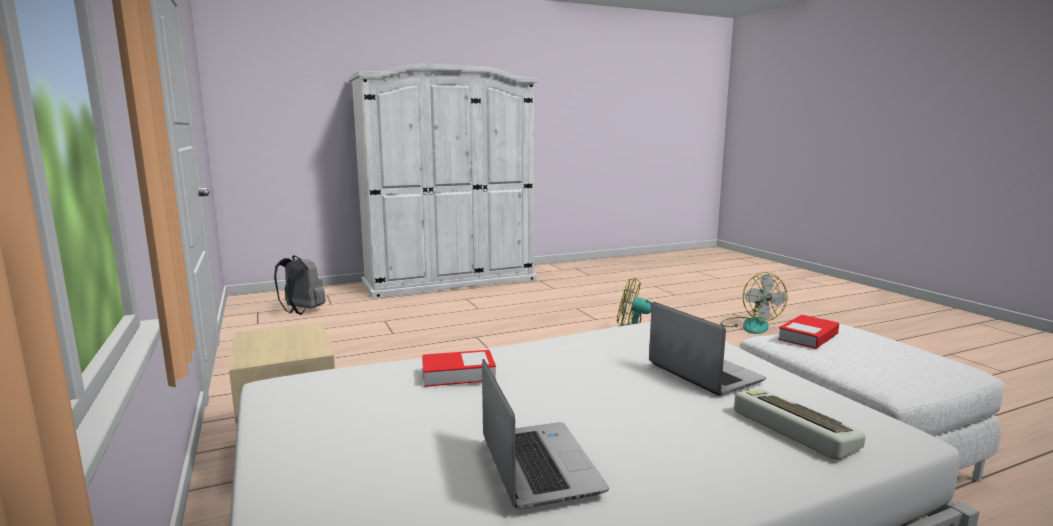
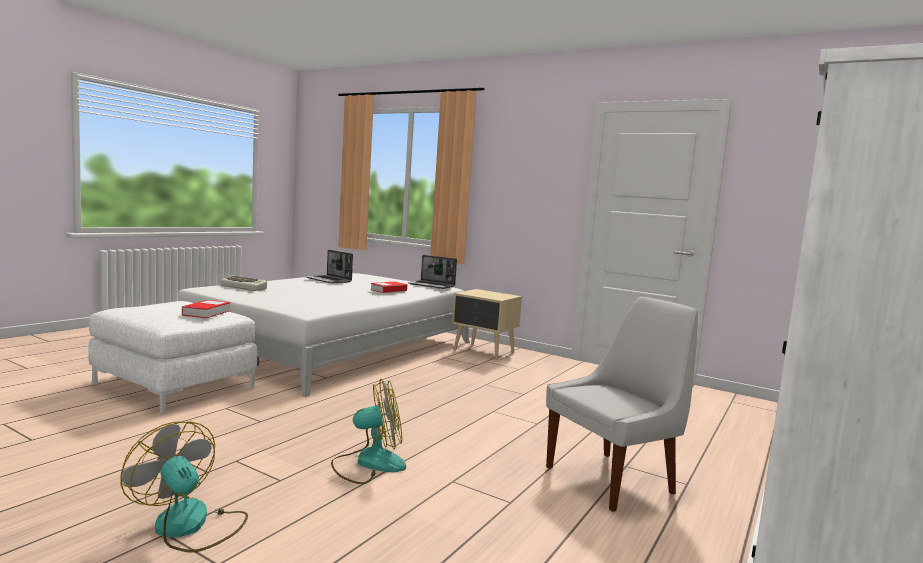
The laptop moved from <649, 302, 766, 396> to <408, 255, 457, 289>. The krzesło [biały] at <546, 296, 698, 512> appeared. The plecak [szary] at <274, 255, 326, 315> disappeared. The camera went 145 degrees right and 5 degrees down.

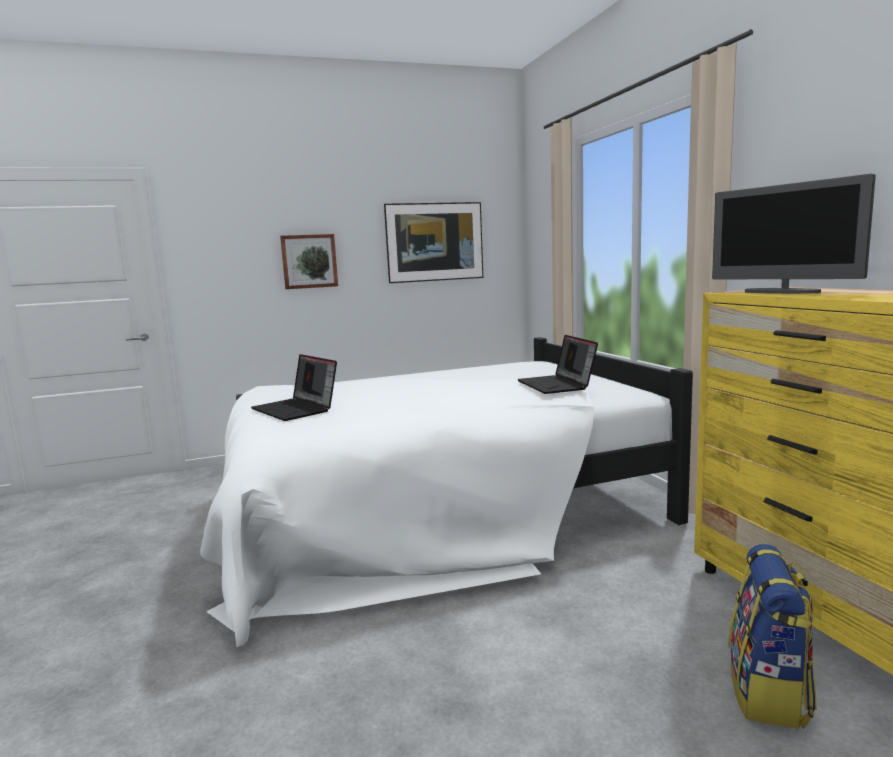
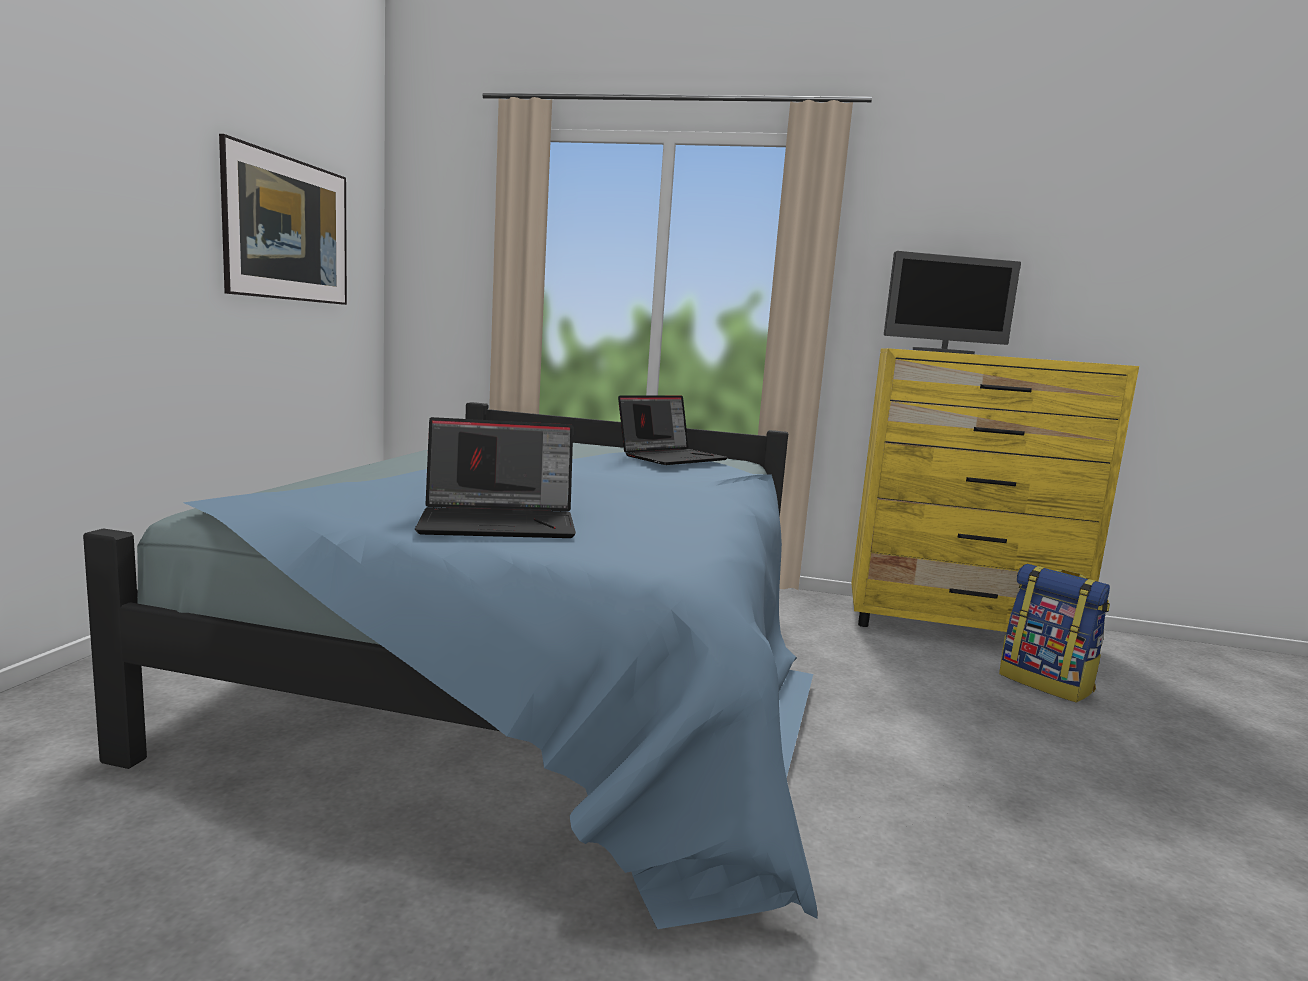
The łóżko [biały] at <200, 337, 693, 648> became the łóżko [niebieski] at <83, 402, 818, 929>. The laptop at <517, 335, 598, 394> turned 60 degrees counterclockwise. The obraz at <280, 234, 338, 289> disappeared. The camera went 60 degrees left and 0 degrees up.

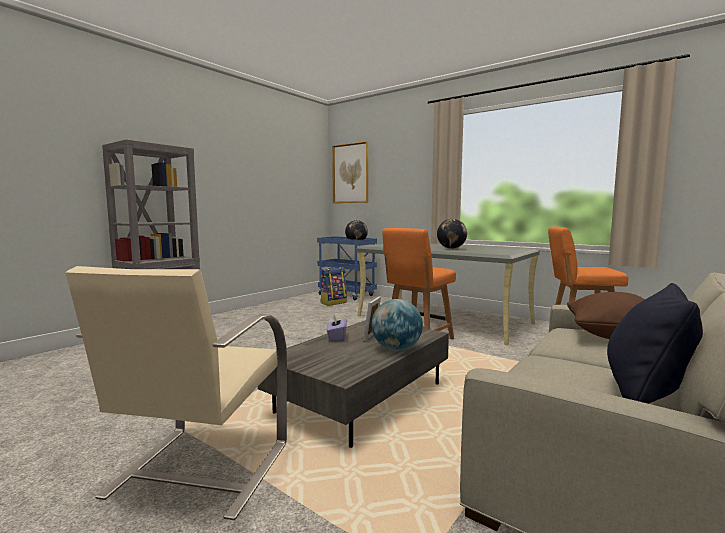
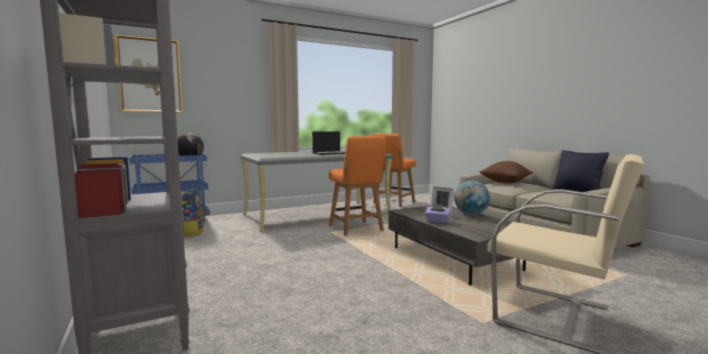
The globus at <437, 219, 467, 249> was replaced by the laptop at <312, 131, 345, 155>. The camera went 65 degrees left and 0 degrees up.

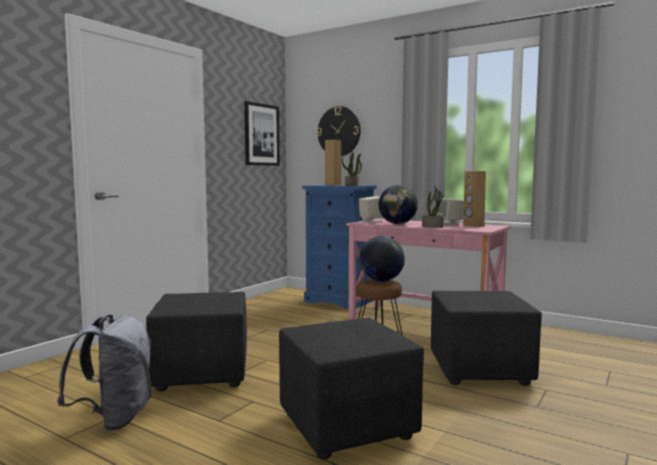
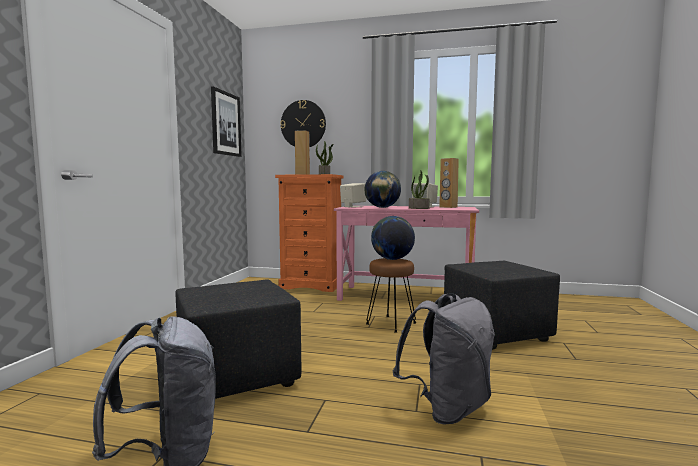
The komoda [niebieski] at <302, 185, 377, 309> became the komoda [pomarańczowy] at <275, 174, 344, 292>. The pufa [czarny] at <279, 318, 424, 459> was replaced by the plecak [szary] at <393, 293, 495, 425>. The camera went 20 degrees left and 0 degrees up.

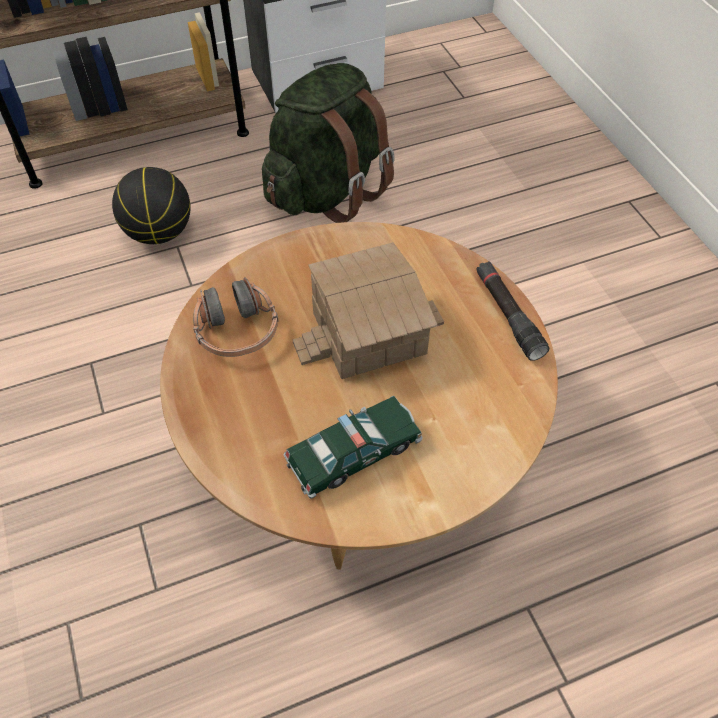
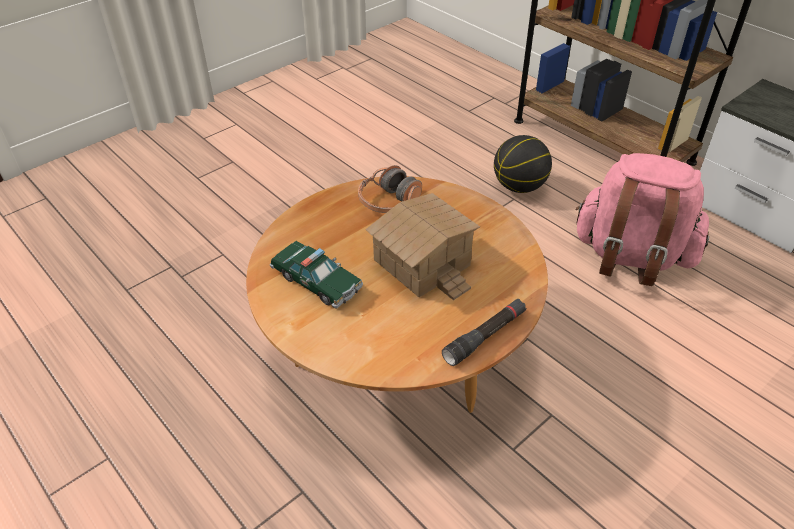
The plecak [zielony] at <262, 63, 395, 223> became the plecak [różowy] at <576, 153, 709, 286>. The camera went 70 degrees right and 10 degrees down.

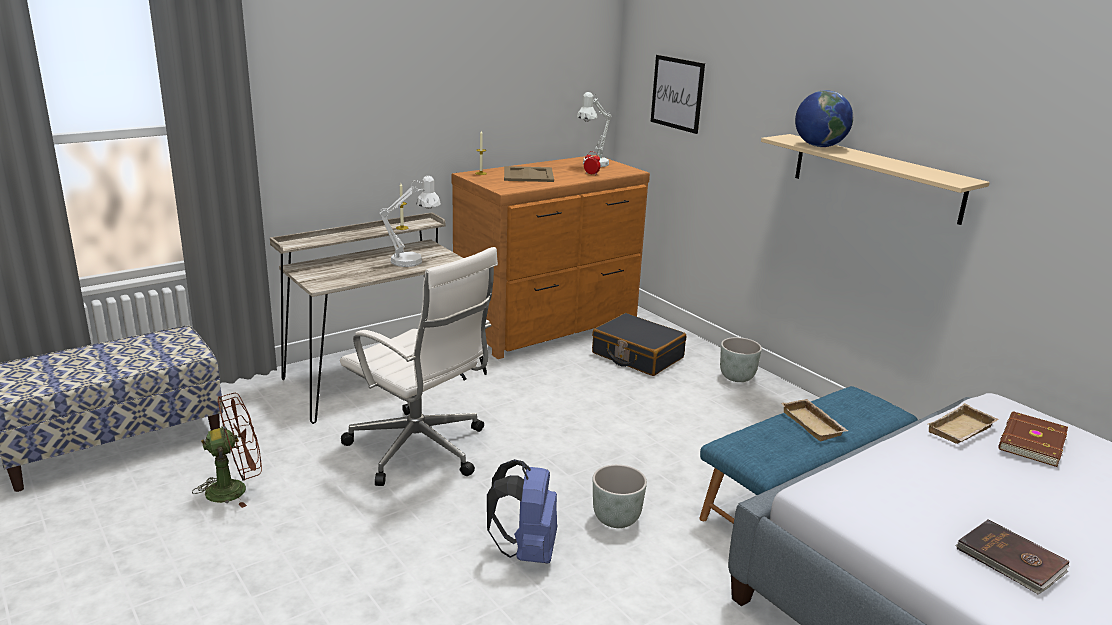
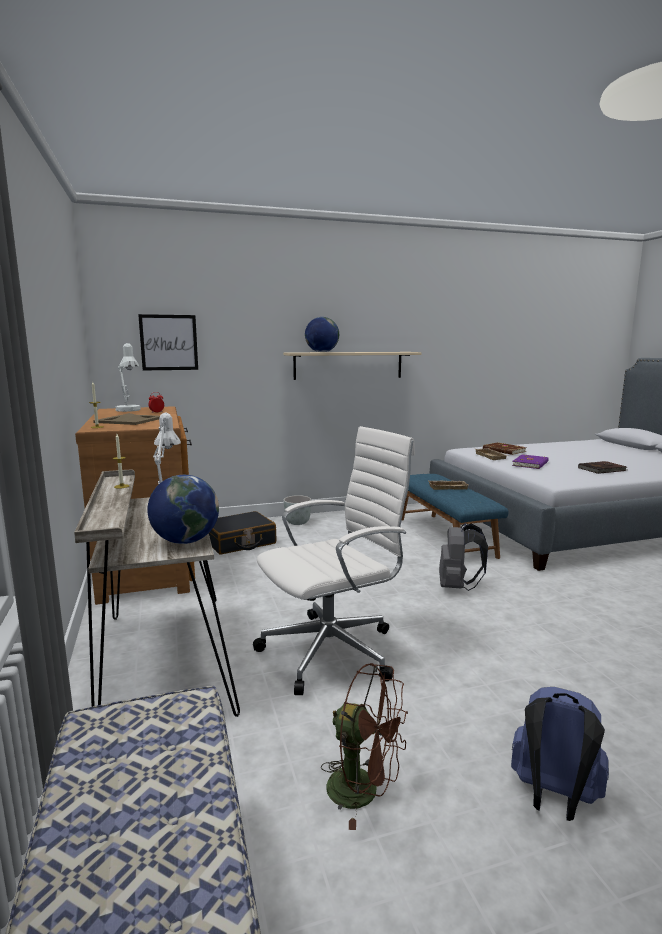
The globus at <147, 475, 219, 544> appeared. The wentylator [brązowy] at <192, 393, 262, 508> turned 120 degrees clockwise. The donica [szary] at <593, 464, 647, 528> was replaced by the plecak [szary] at <439, 523, 488, 591>. The plecak [niebieski] moved from <487, 459, 557, 563> to <511, 687, 609, 821>. The książka [fioletowy] at <512, 454, 549, 469> appeared. The camera went 70 degrees left and 10 degrees down.

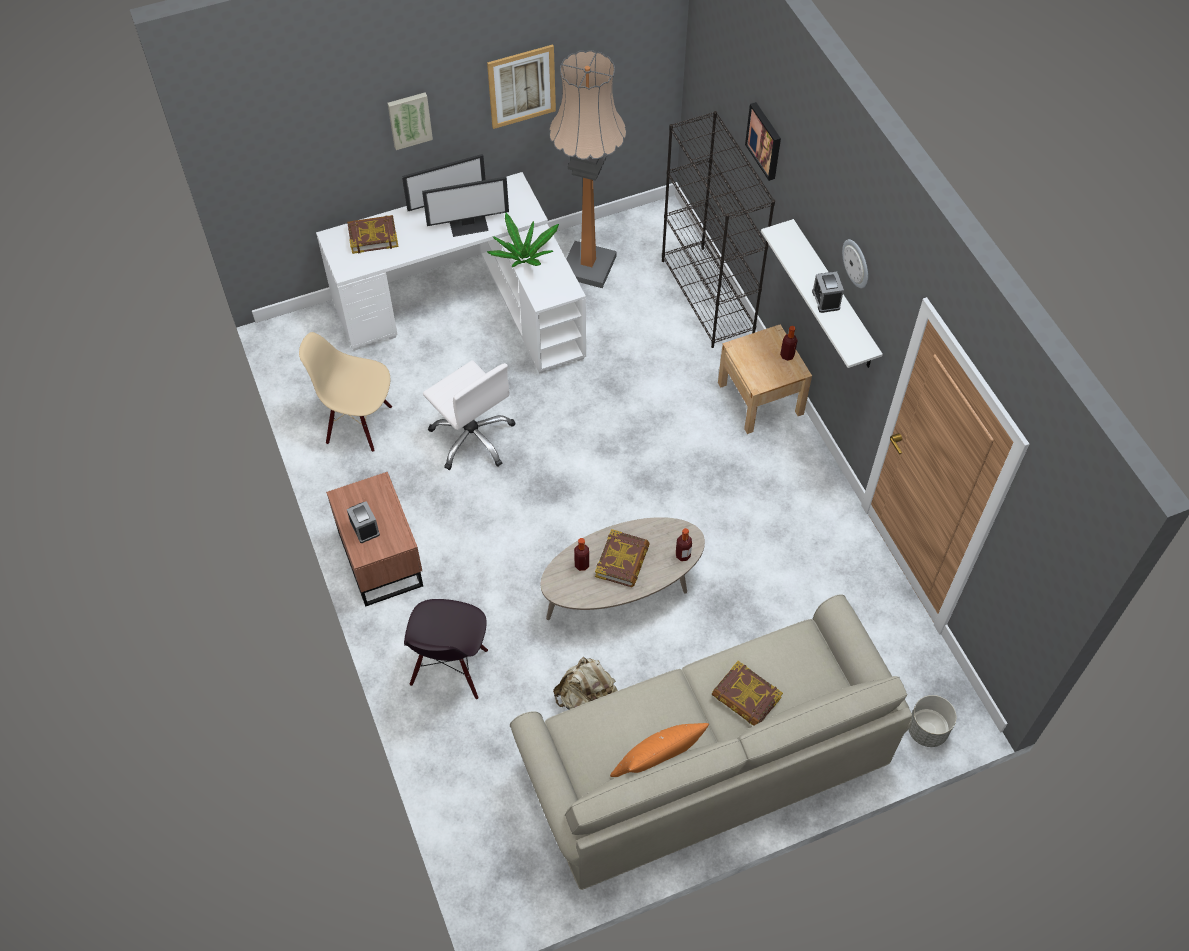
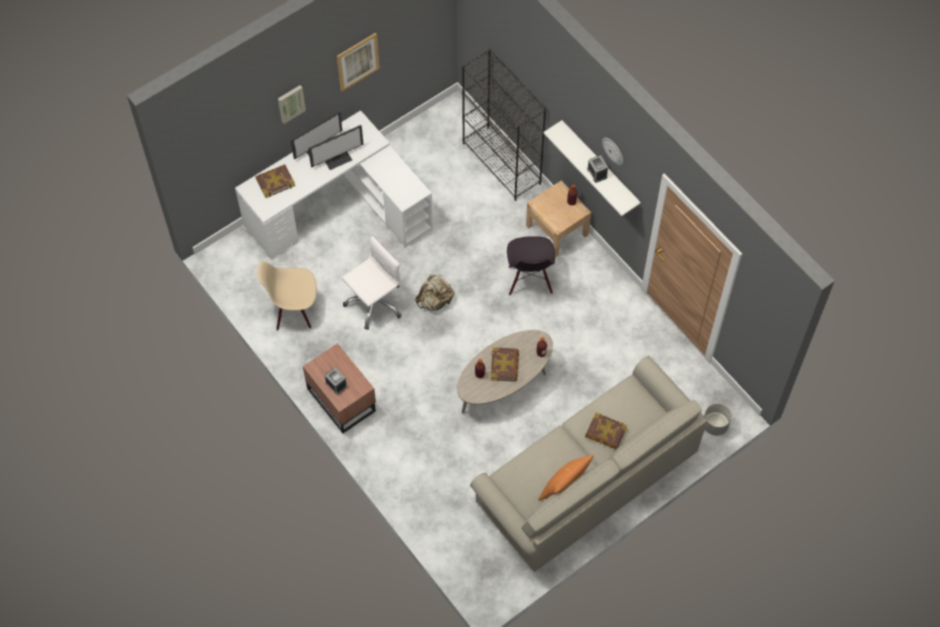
The krzesło biurowe [biały] at <423, 360, 516, 470> turned 75 degrees counterclockwise. The plecak [beżowy] moved from <553, 657, 618, 710> to <415, 274, 455, 311>. The krzesło [czarny] moved from <404, 599, 488, 700> to <507, 236, 555, 295>. The roślina doniczkowa at <487, 212, 559, 267> disappeared. The lampa stojąca at <549, 50, 626, 288> disappeared. The obraz at <745, 102, 781, 181> disappeared. The camera went 15 degrees left and 5 degrees up.

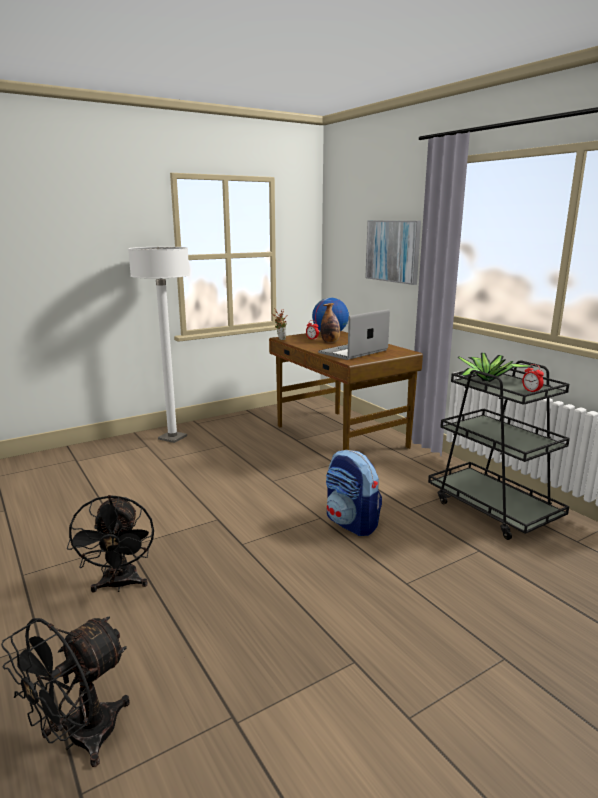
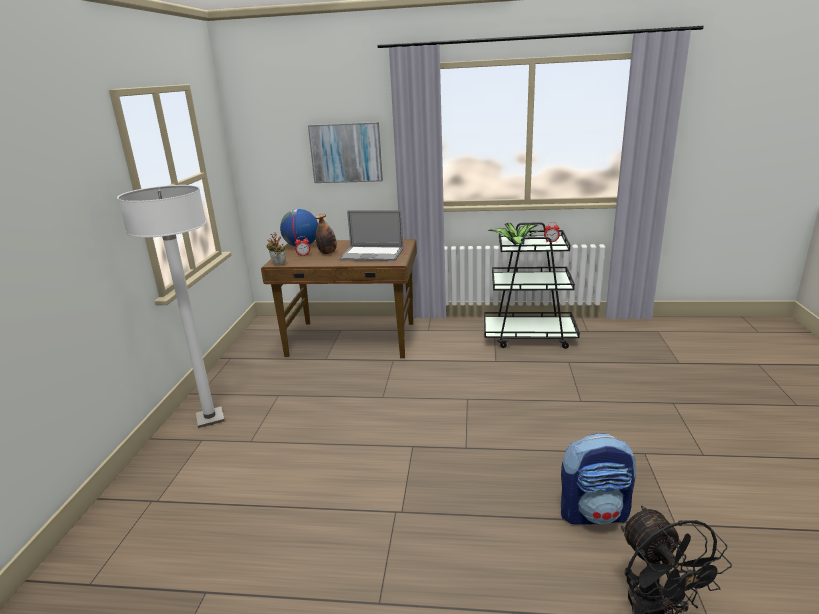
The laptop at <318, 309, 390, 360> turned 75 degrees counterclockwise. The plecak moved from <326, 450, 382, 536> to <561, 433, 636, 525>. The wentylator [czarny] at <67, 495, 154, 592> disappeared. The camera went 50 degrees left and 5 degrees up.

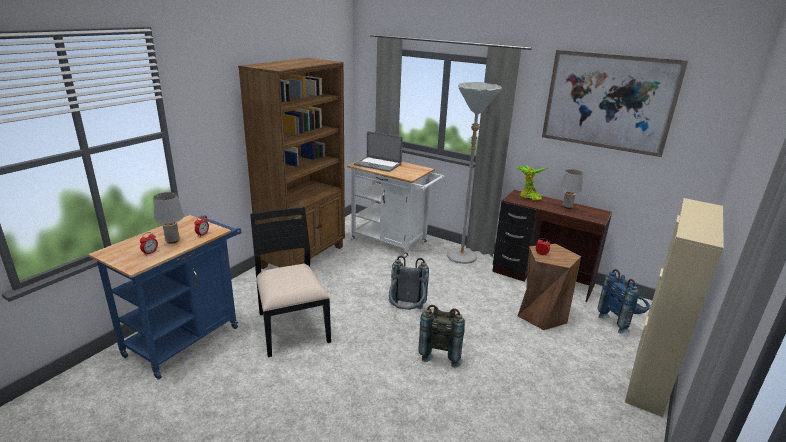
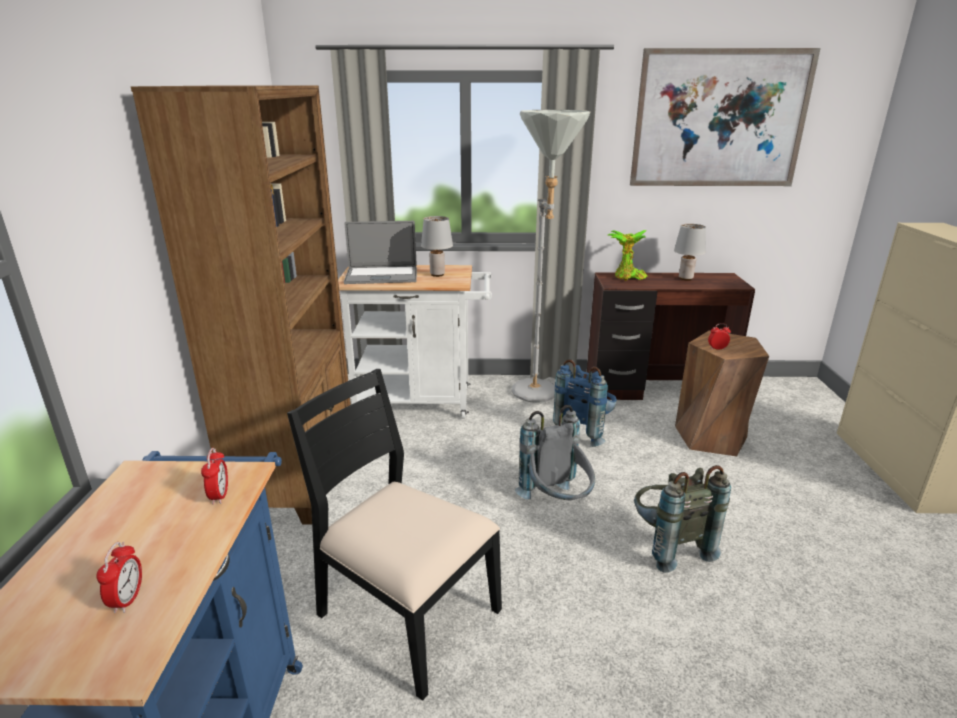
The lampa stołowa [szary] moved from <153, 192, 184, 244> to <421, 216, 453, 277>. The plecak [niebieski] moved from <598, 269, 650, 334> to <553, 359, 617, 447>. The camera went 30 degrees left and 0 degrees up.

